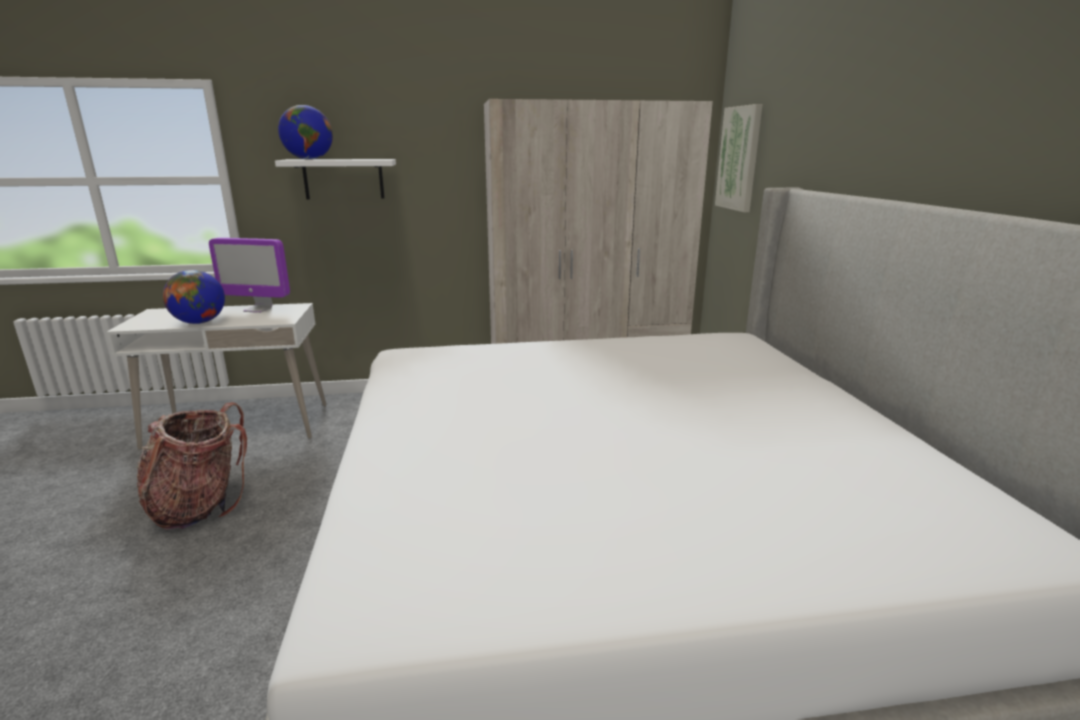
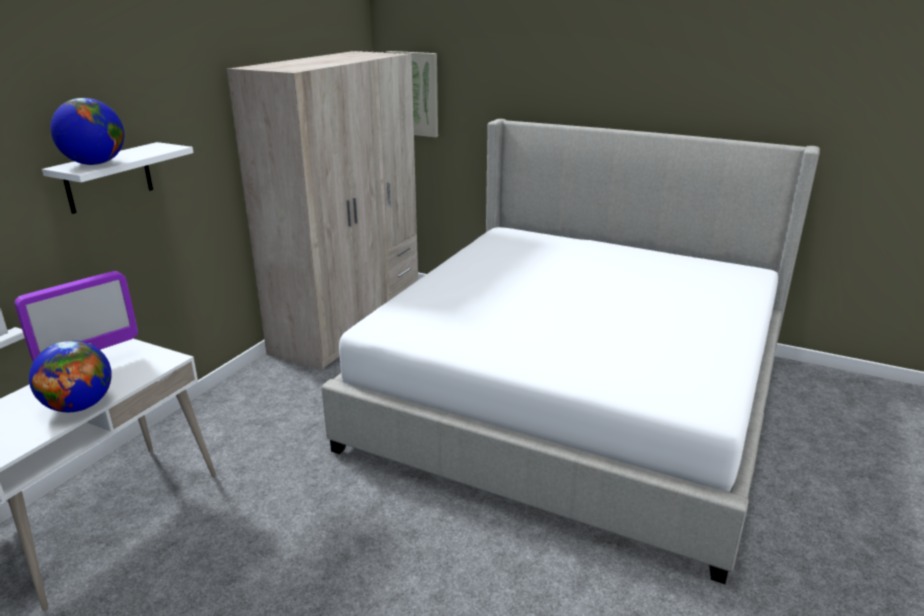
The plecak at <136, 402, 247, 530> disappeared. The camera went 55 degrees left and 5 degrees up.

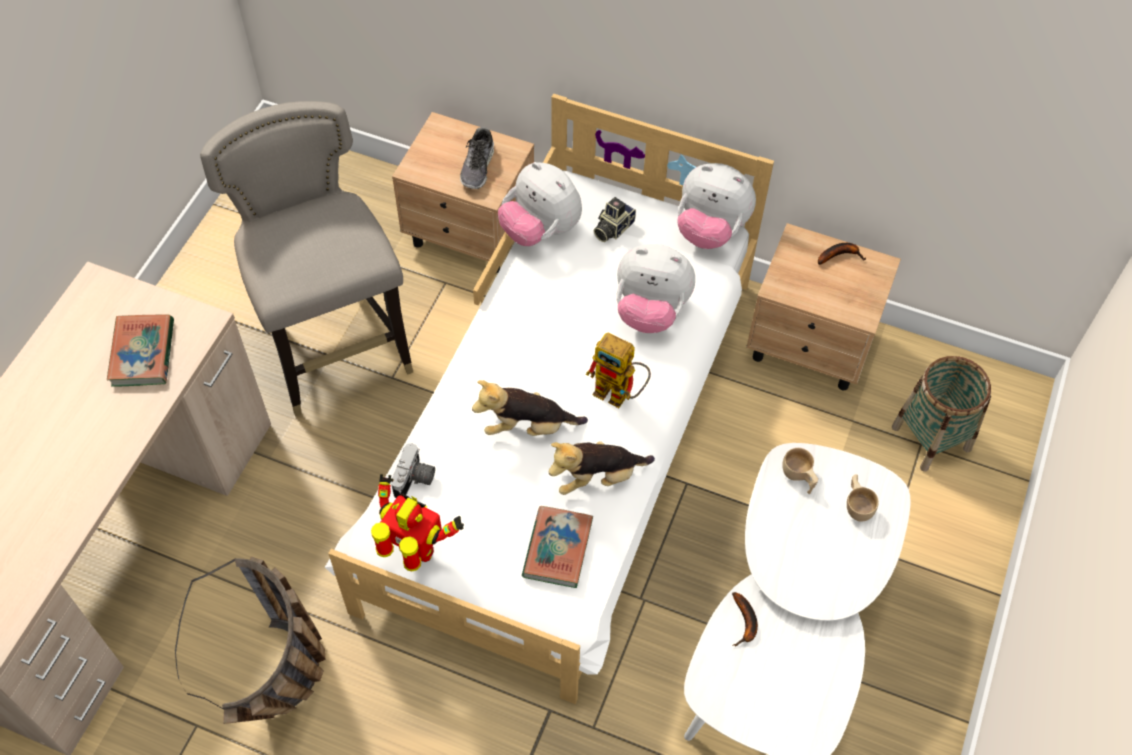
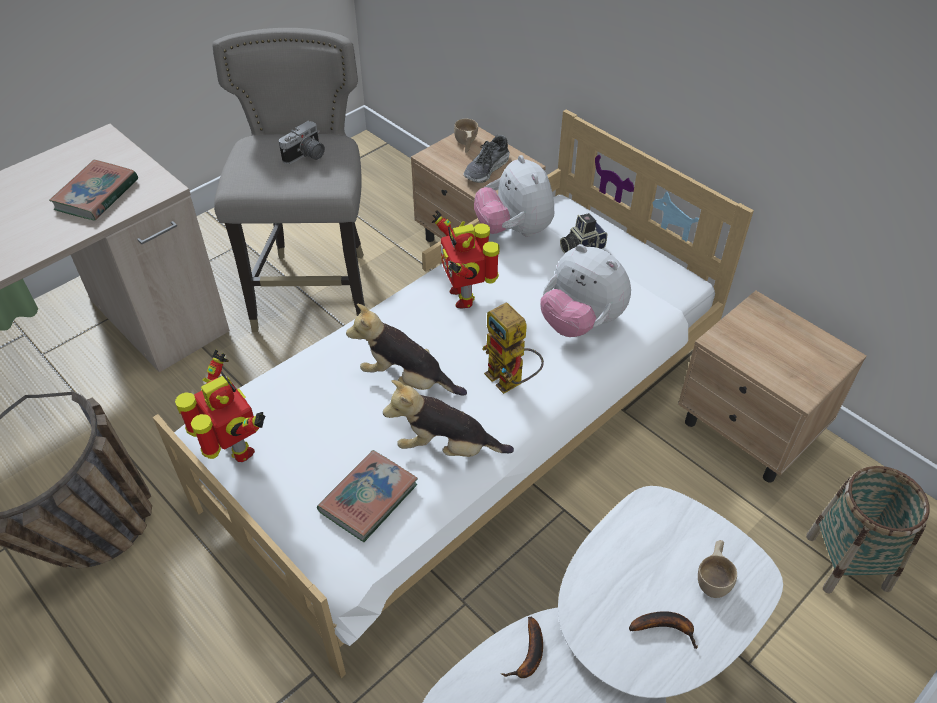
The aparat fotograficzny moved from <391, 443, 435, 498> to <279, 121, 325, 164>. The robot zabawkowy at <432, 210, 500, 309> appeared. The filiżanka [beżowy] moved from <782, 448, 818, 494> to <454, 119, 478, 153>. The banan moved from <818, 243, 866, 265> to <629, 611, 698, 649>. The pluszak at <677, 163, 756, 249> disappeared. The camera went 25 degrees right and 10 degrees down.

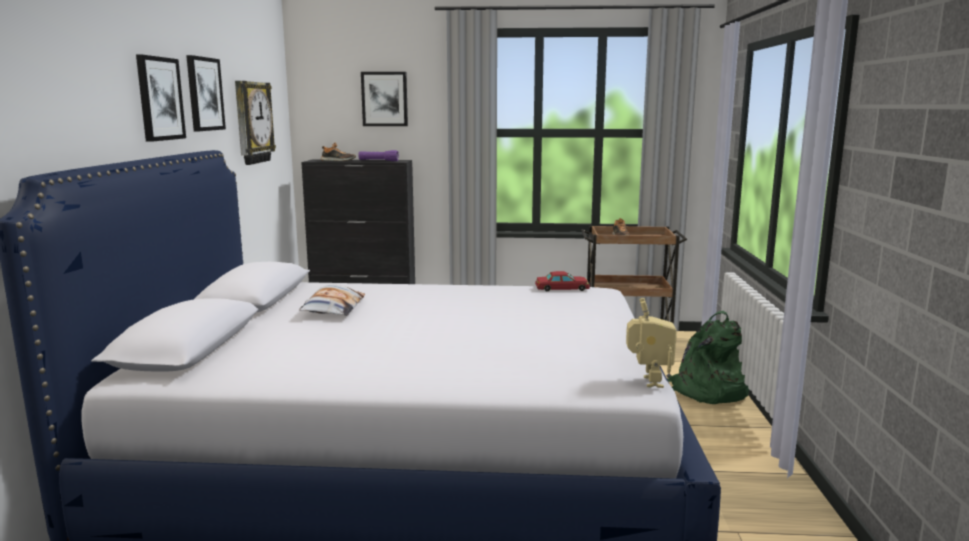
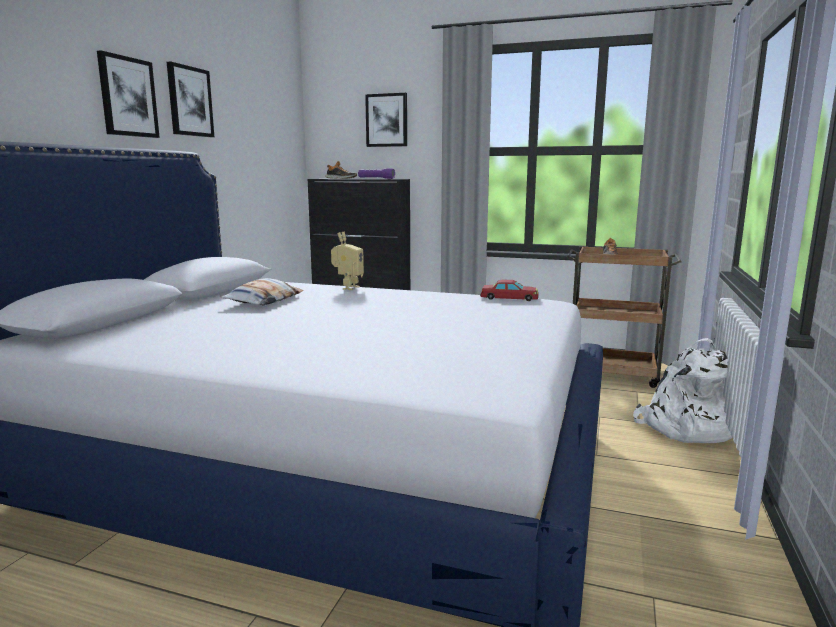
The robot zabawkowy moved from <626, 298, 677, 388> to <331, 232, 364, 290>. The plecak [zielony] at <666, 311, 749, 404> became the plecak [biały] at <633, 338, 733, 443>. The zegar ścienny at <235, 81, 276, 165> disappeared. The camera went 15 degrees right and 0 degrees up.

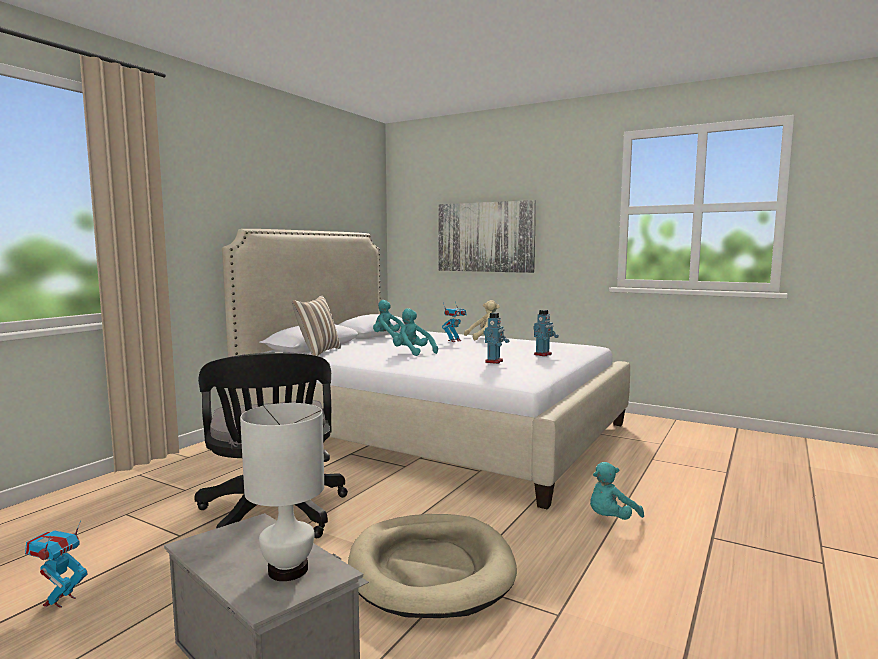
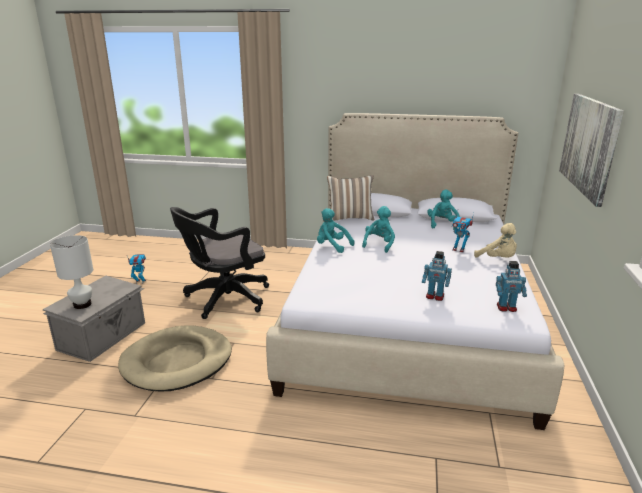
The pluszak [turkusowy] moved from <590, 462, 644, 520> to <317, 208, 355, 253>. The robot zabawkowy moved from <483, 313, 509, 364> to <496, 261, 527, 312>. The camera went 70 degrees right and 15 degrees up.

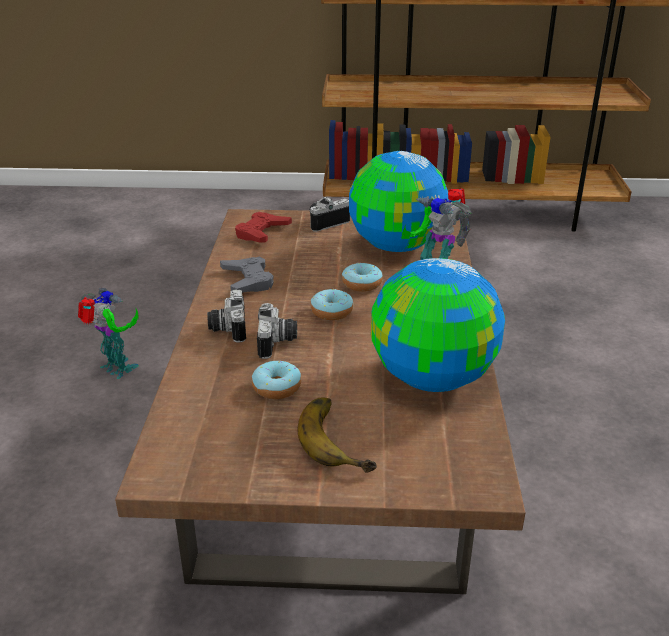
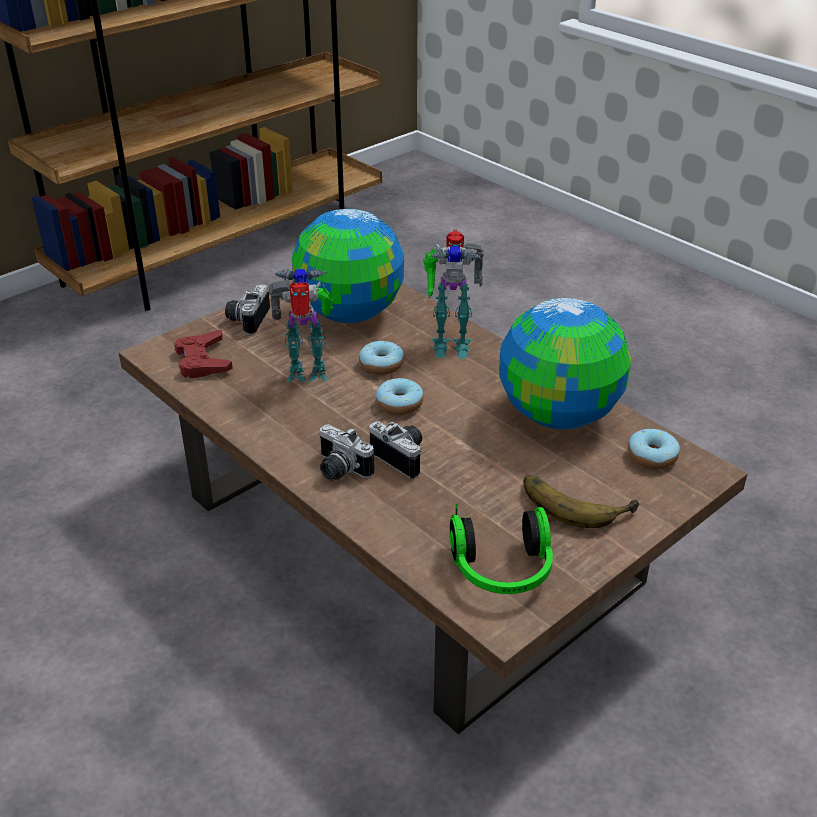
The robot zabawkowy moved from <78, 287, 139, 379> to <269, 268, 335, 382>. The słuchawki at <450, 503, 553, 594> appeared. The donut moved from <252, 361, 301, 399> to <628, 429, 680, 469>. The pad do gier [szary] at <220, 257, 274, 293> disappeared. The camera went 45 degrees left and 5 degrees up.

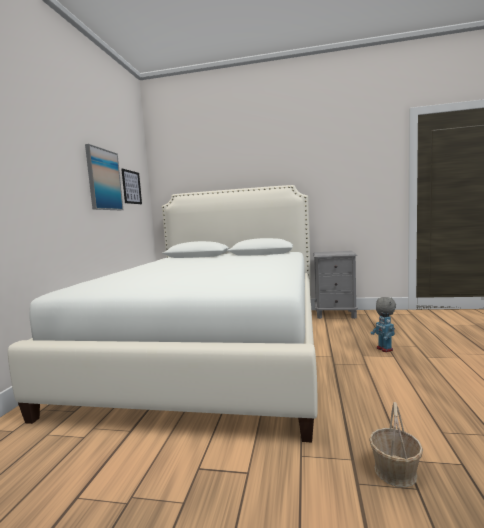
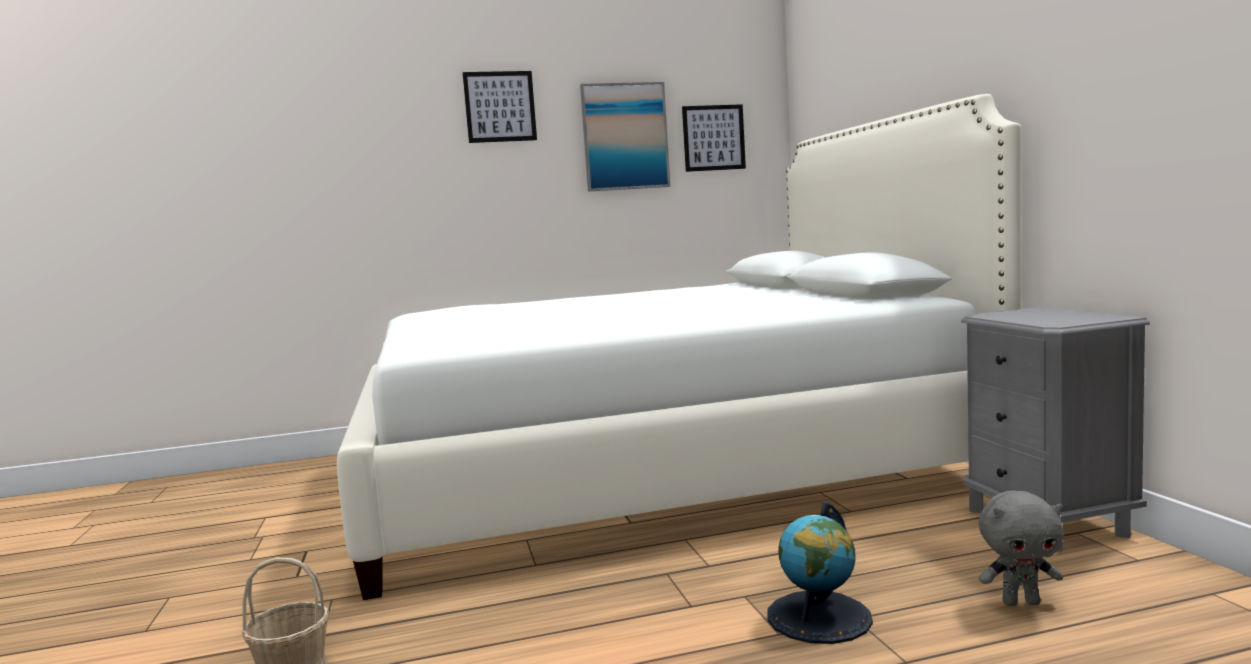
The obraz at <463, 71, 537, 143> appeared. The robot zabawkowy at <371, 312, 395, 352> was replaced by the globus at <767, 502, 873, 644>. The camera went 65 degrees right and 0 degrees up.

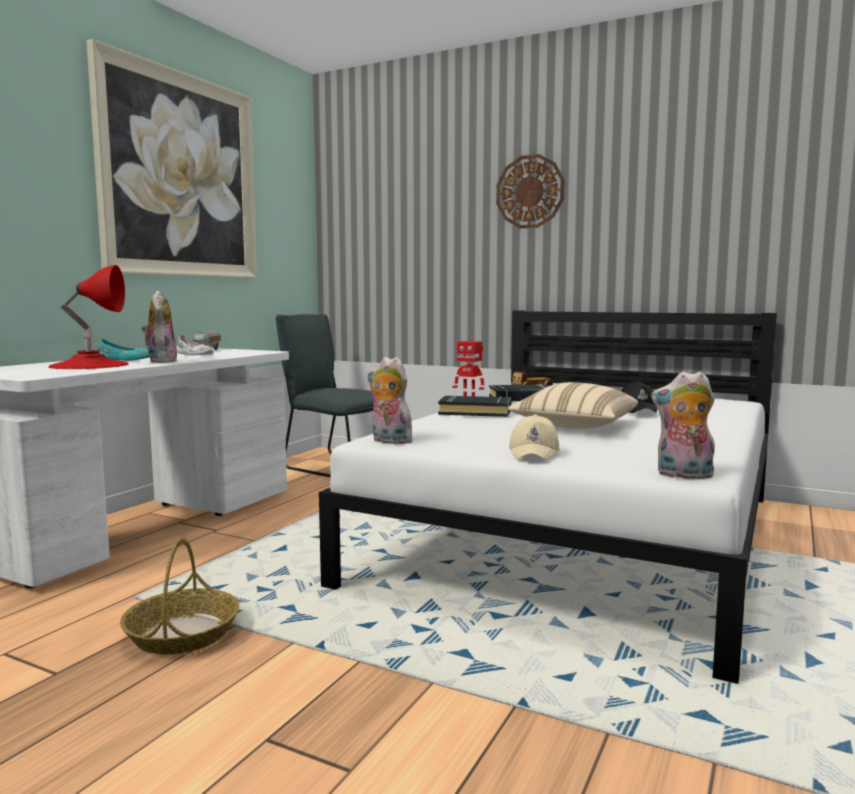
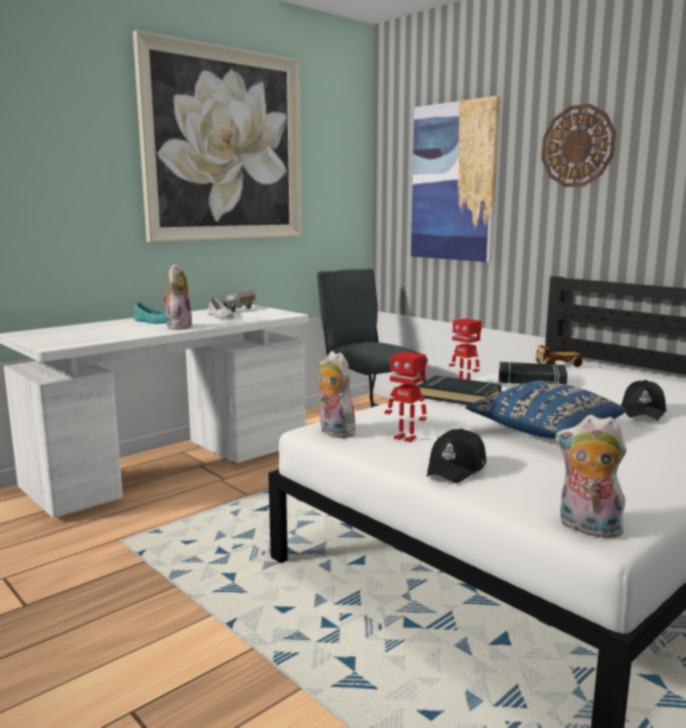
The robot zabawkowy at <384, 352, 427, 442> appeared. The obraz at <411, 96, 501, 262> appeared. The czapka z daszkiem [beżowy] at <509, 415, 560, 460> became the czapka z daszkiem [czarny] at <427, 429, 486, 483>. The poduszka [beżowy] at <508, 382, 638, 429> became the poduszka [niebieski] at <466, 381, 625, 439>. The lampa stołowa [czerwony] at <48, 265, 129, 369> disappeared. The koszyk at <120, 538, 239, 655> disappeared. The camera went 20 degrees right and 5 degrees up.

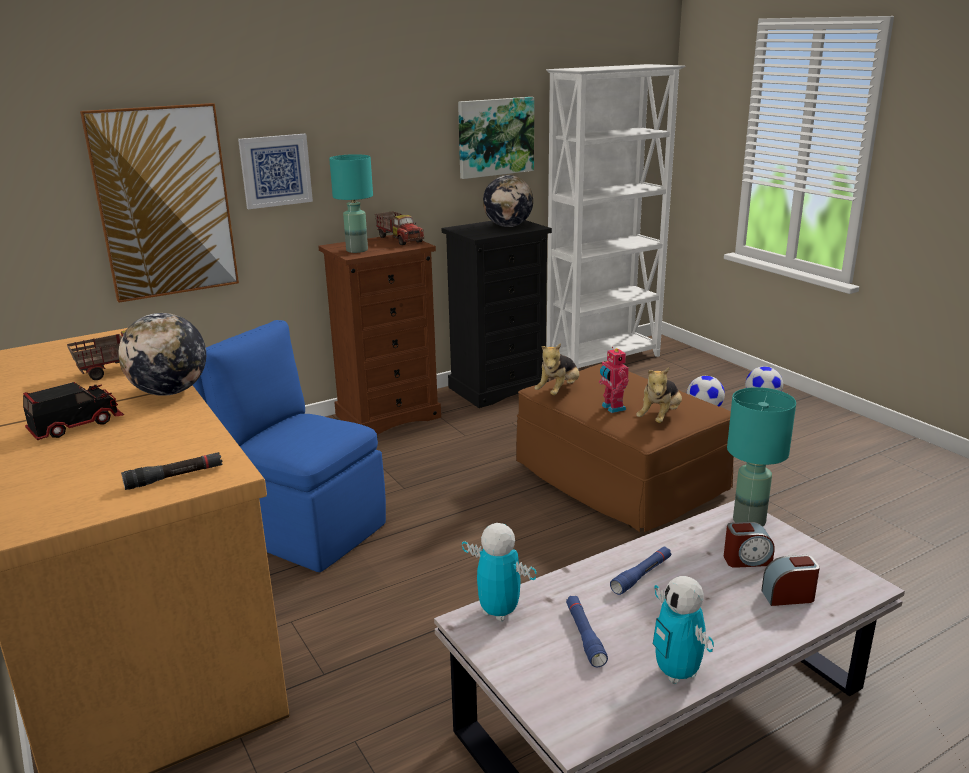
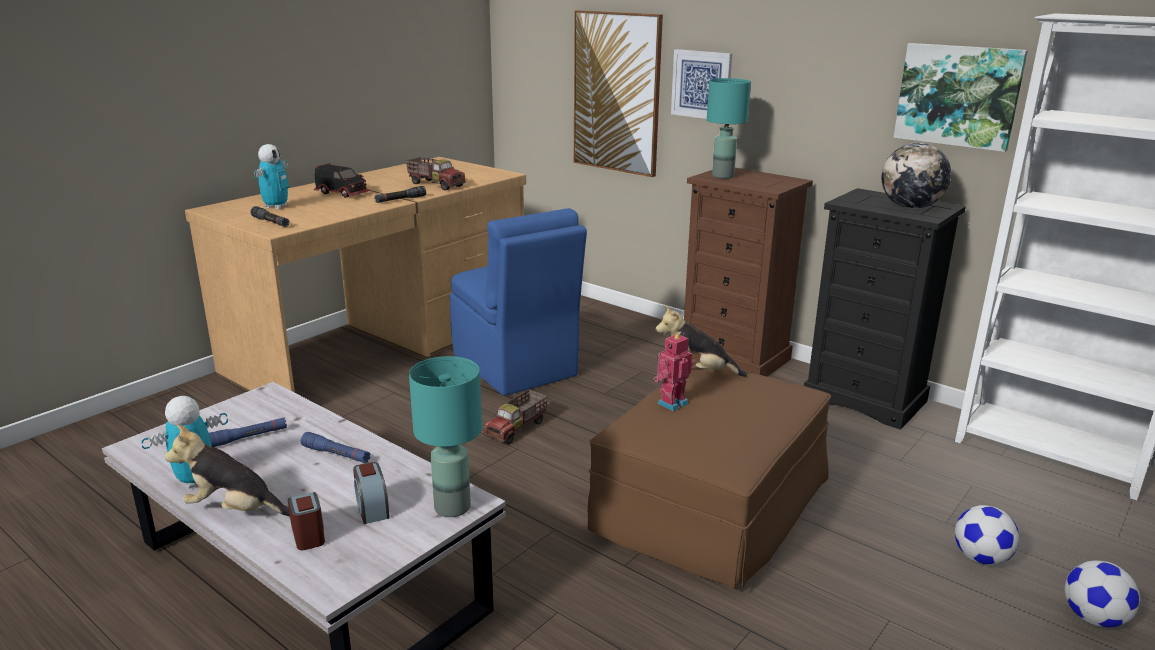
The pluszak moved from <636, 368, 682, 423> to <165, 425, 290, 516>. The robot zabawkowy moved from <462, 523, 537, 622> to <254, 144, 289, 209>. The globus at <118, 313, 206, 396> was replaced by the latarka [czarny] at <374, 186, 426, 203>. The krzesło [niebieski] at <193, 320, 386, 572> turned 135 degrees clockwise. The ciężarówka zabawkowa moved from <375, 211, 424, 245> to <484, 390, 548, 444>. The camera went 70 degrees right and 0 degrees up.

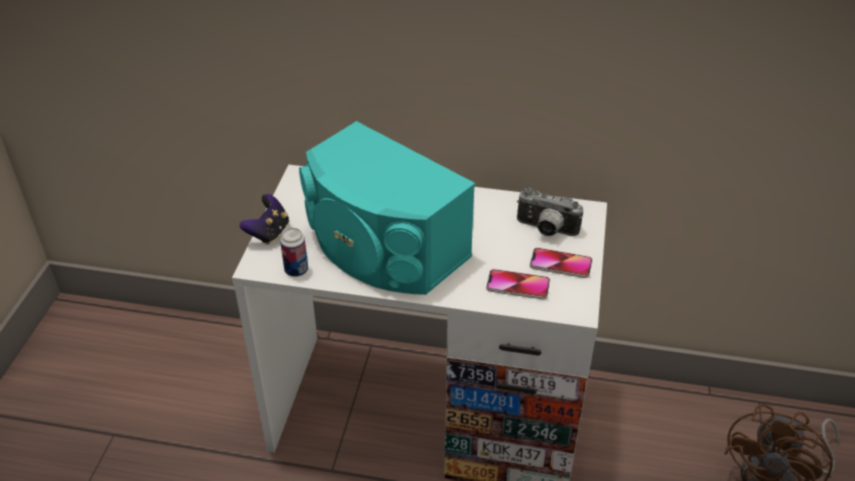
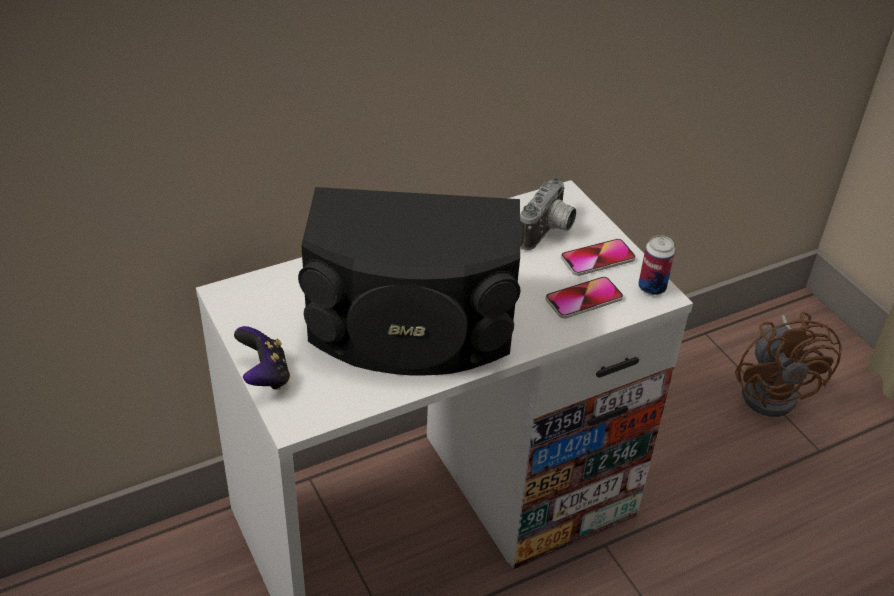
The głośnik [turkusowy] at <299, 121, 475, 295> became the głośnik [czarny] at <298, 187, 520, 375>. The aparat fotograficzny at <517, 187, 583, 236> turned 45 degrees counterclockwise. The puszka moved from <280, 228, 308, 277> to <638, 235, 675, 295>. The camera went 40 degrees left and 0 degrees up.

